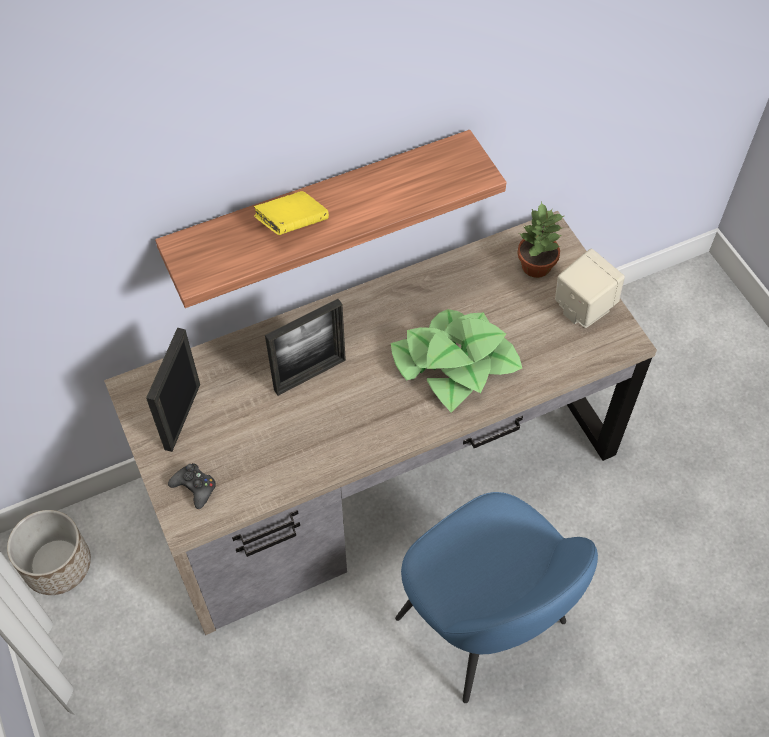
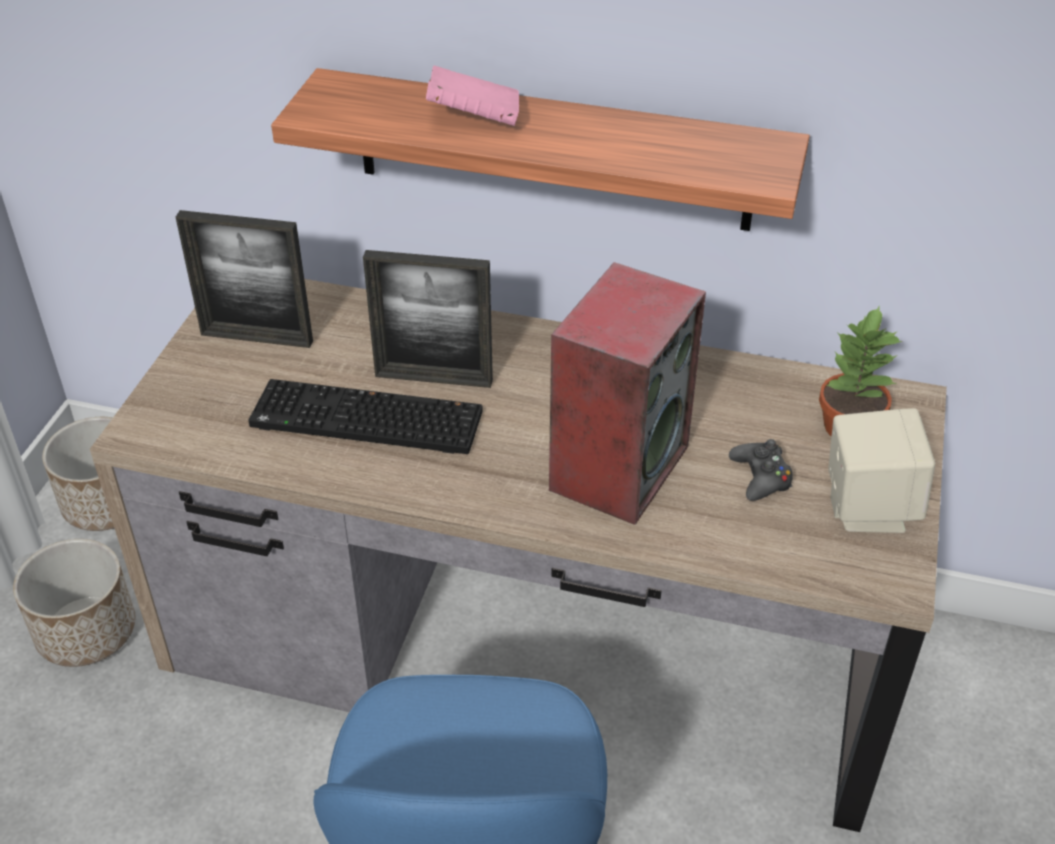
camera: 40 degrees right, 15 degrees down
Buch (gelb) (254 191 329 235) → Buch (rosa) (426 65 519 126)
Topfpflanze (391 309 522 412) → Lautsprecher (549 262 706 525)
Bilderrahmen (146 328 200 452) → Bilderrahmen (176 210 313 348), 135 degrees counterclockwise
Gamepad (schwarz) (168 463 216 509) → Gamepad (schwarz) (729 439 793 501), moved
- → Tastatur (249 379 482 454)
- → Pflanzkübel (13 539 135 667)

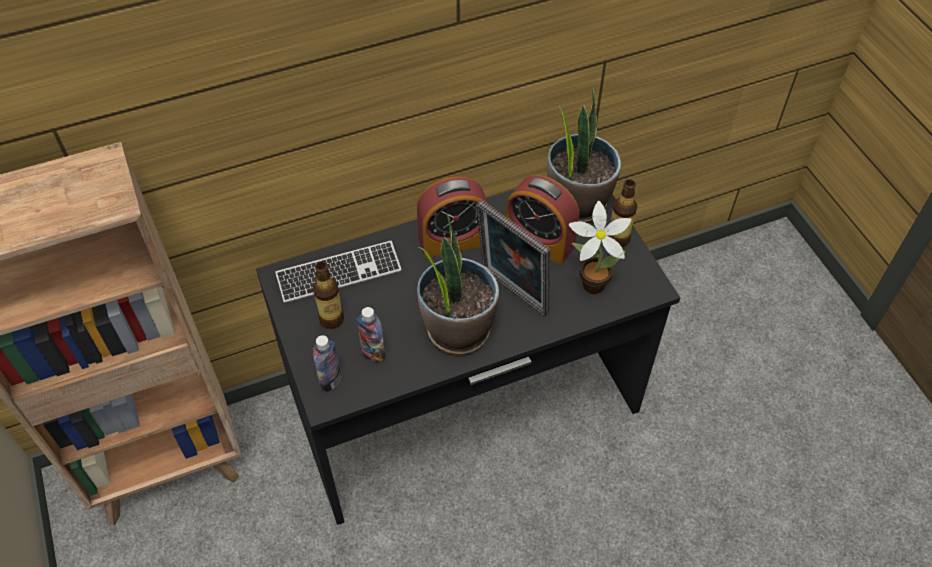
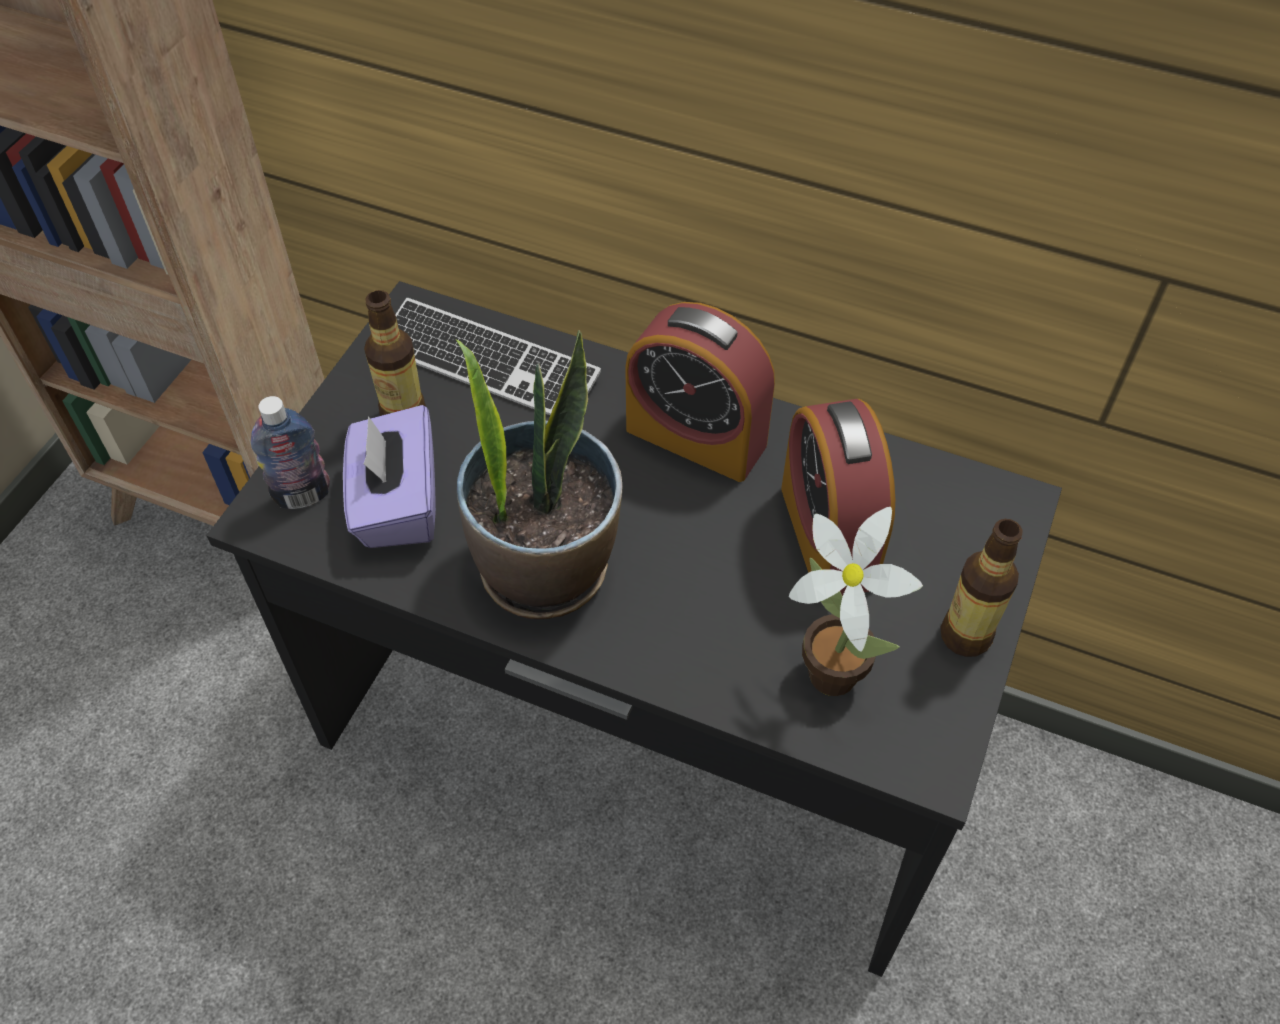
camera: 45 degrees right, 0 degrees up
Topfpflanze (547 87 621 223) → -
Bilderrahmen (477 200 550 316) → -
Flasche (357 307 386 362) → Taschentuchbox (lila) (343 405 436 548)

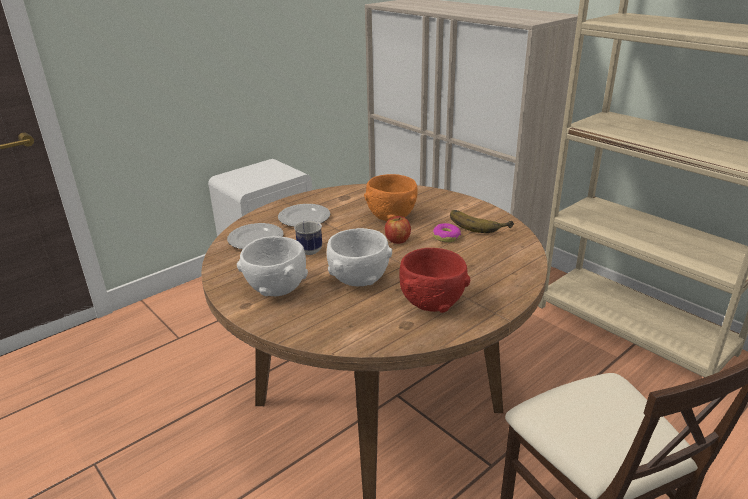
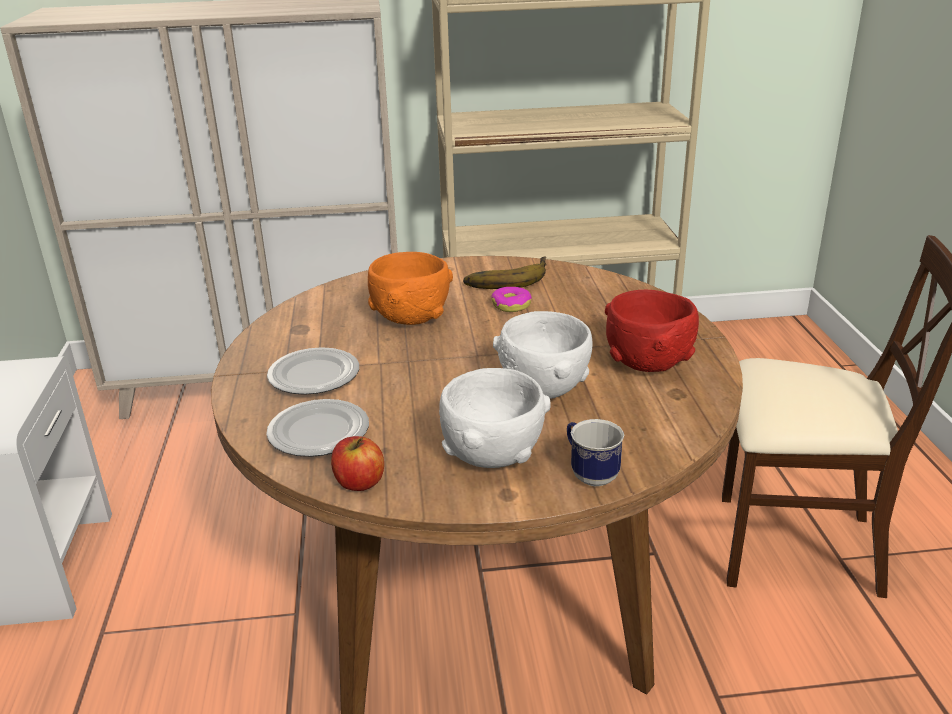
camera: 55 degrees left, 0 degrees up
Apfel (385 216 411 244) → Apfel (331 436 384 491), moved
Henkelbecher (294 220 322 255) → Henkelbecher (567 419 624 486), moved

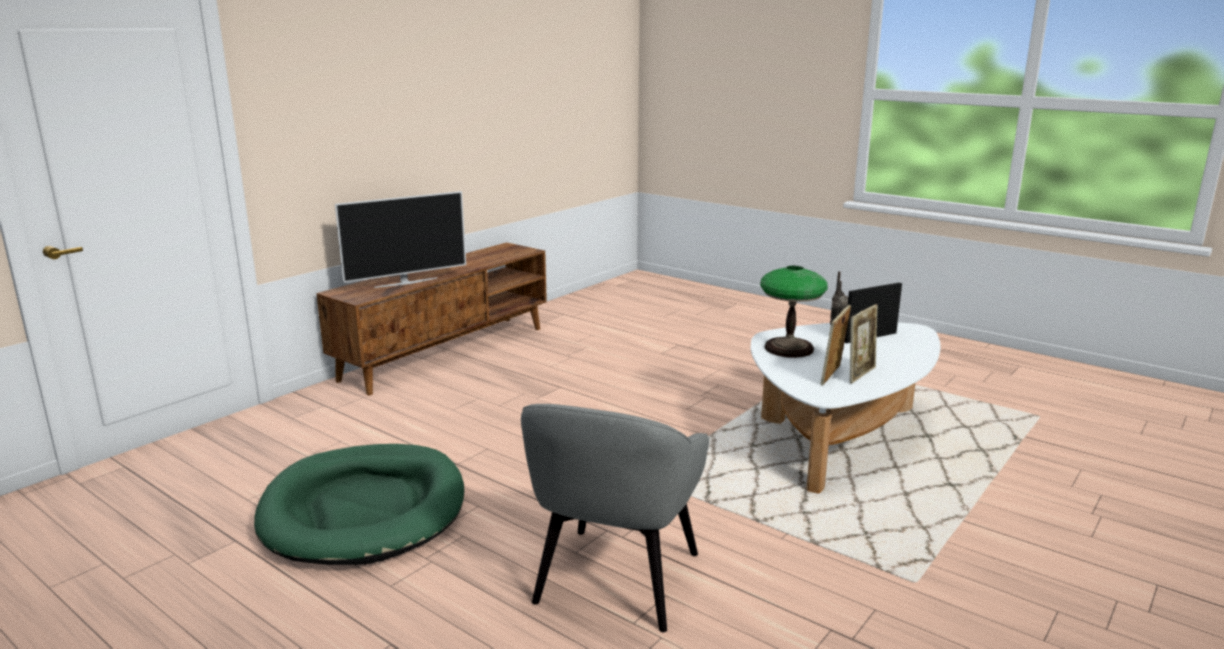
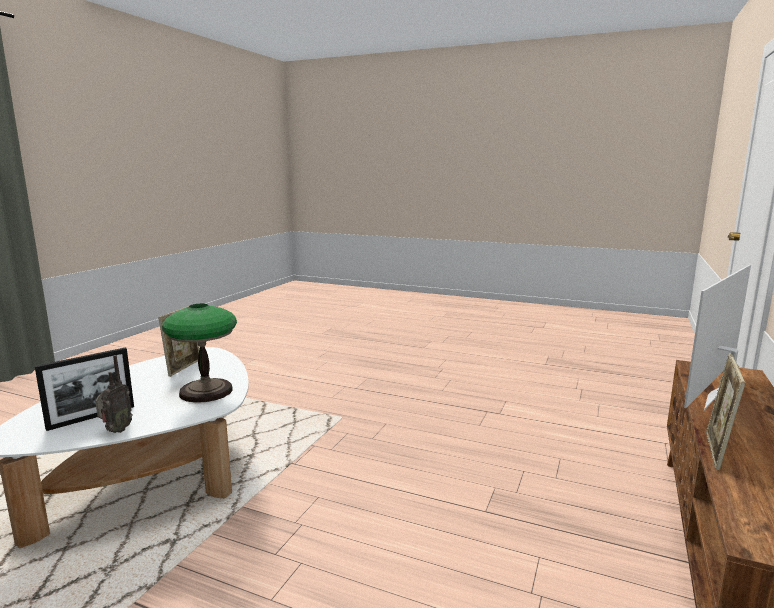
camera: 165 degrees right, 5 degrees down
Bilderrahmen (850 304 878 384) → Bilderrahmen (706 354 746 470), moved
Sessel (grau) (521 404 709 632) → -
Hundebett (grün) (254 444 464 565) → -

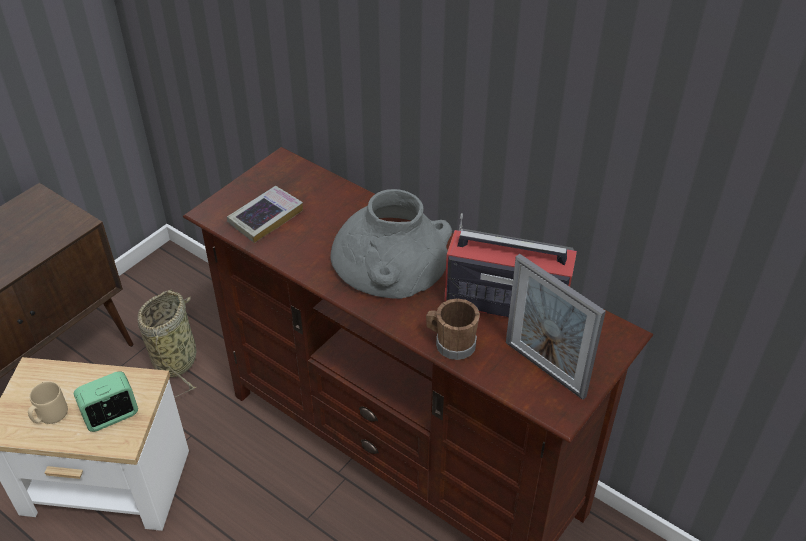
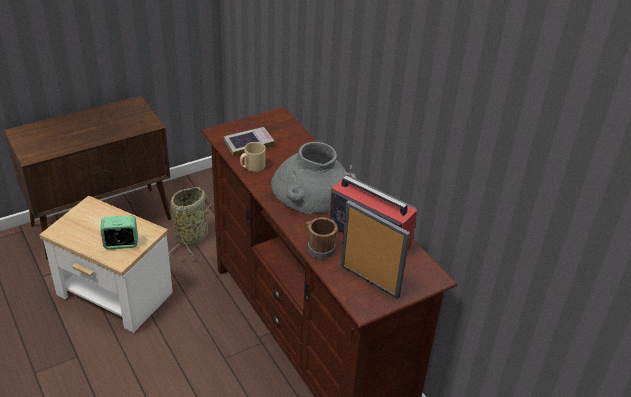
camera: 20 degrees right, 5 degrees down
Bilderrahmen (506 254 606 400) → Bilderrahmen (341 200 410 299), 150 degrees clockwise
Henkelbecher (beige) (28 381 68 424) → Henkelbecher (beige) (240 142 266 172), moved

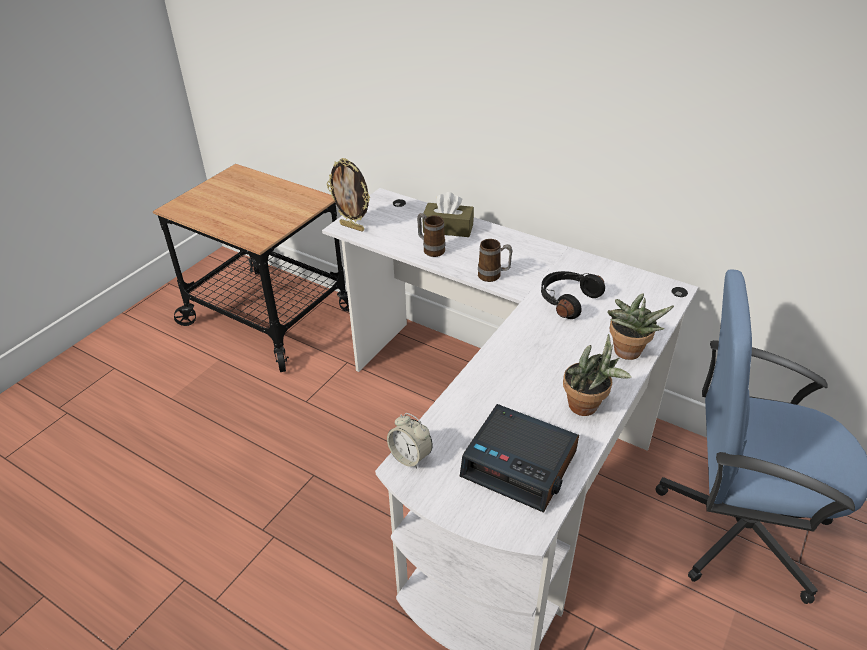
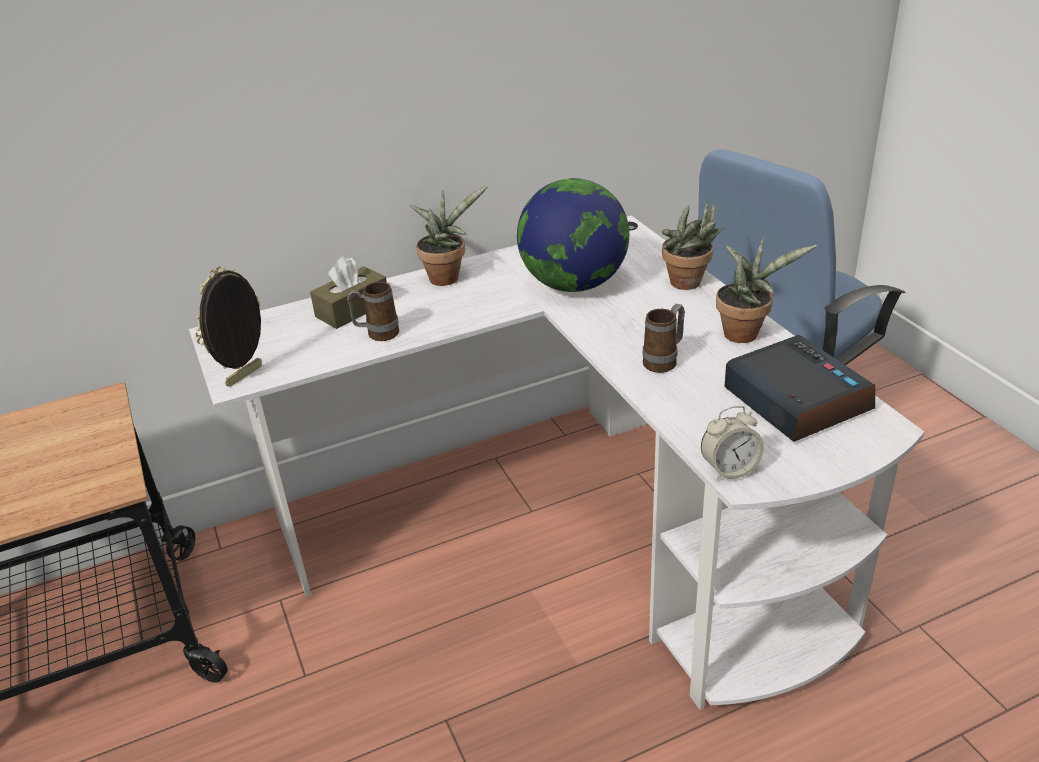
camera: 55 degrees left, 5 degrees down
Bilderrahmen (327 158 370 232) → Bilderrahmen (195 266 262 387), 150 degrees clockwise
Henkelbecher (478 239 512 282) → Henkelbecher (643 304 685 373), moved
Kopfhörer (schwarz) (541 271 605 319) → Globus (517 178 629 292)
Wecker (460 404 579 513) → Wecker (724 335 875 442), 90 degrees counterclockwise
- → Topfpflanze (409 185 488 286)

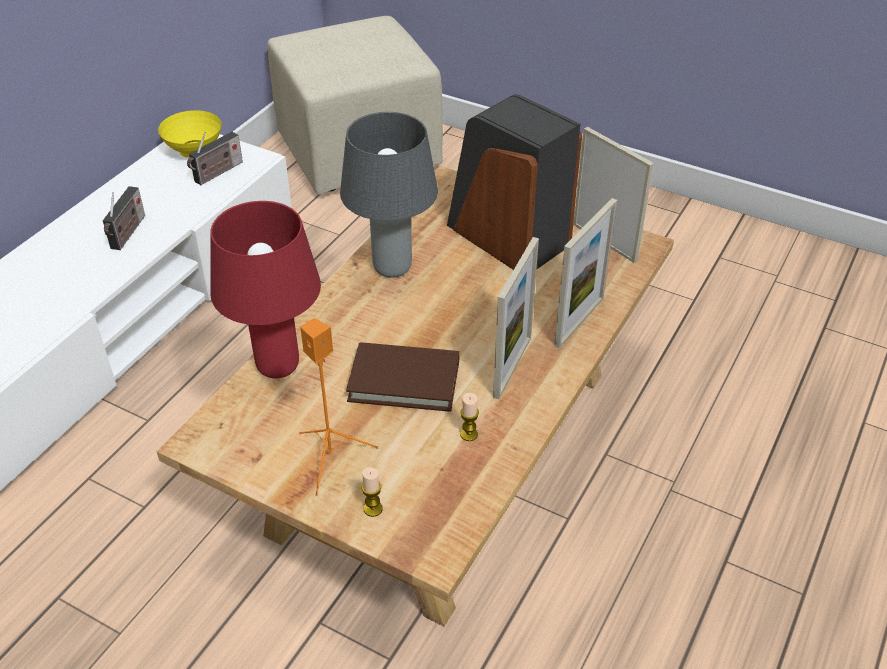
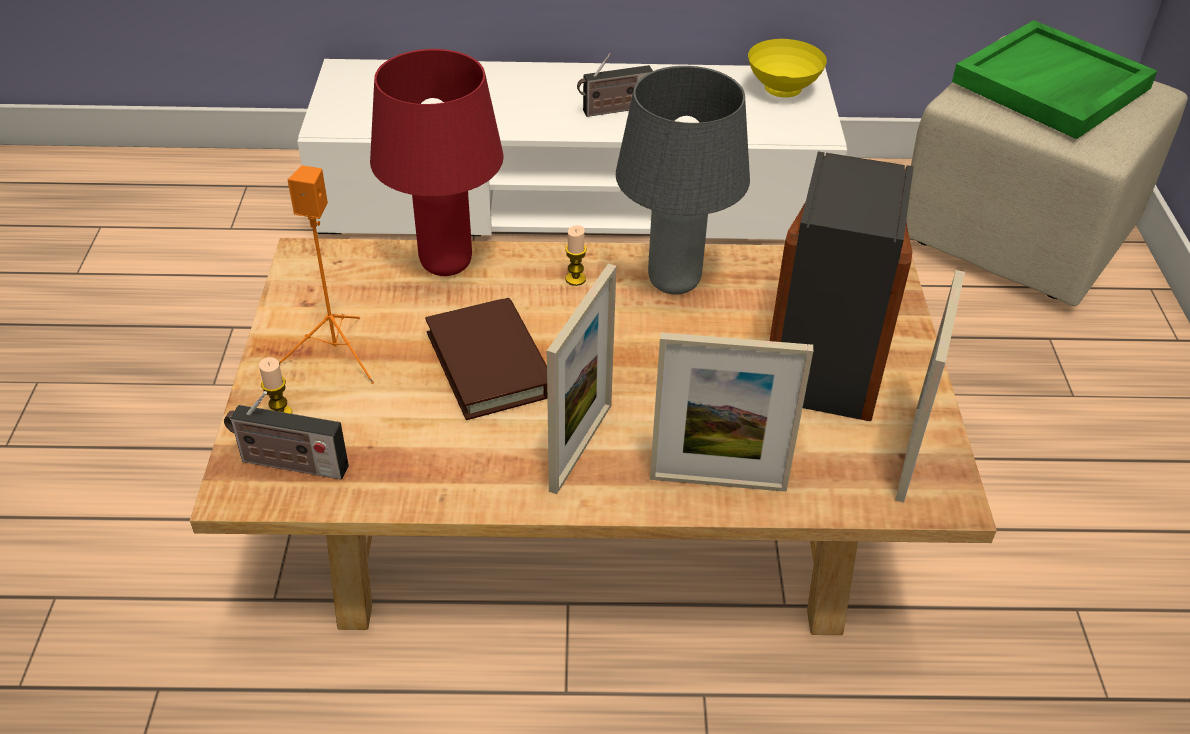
camera: 60 degrees right, 0 degrees up
Radio (187 132 243 185) → Radio (224 391 349 480), moved
Bilderrahmen (493 237 539 399) → Bilderrahmen (547 264 616 494), 60 degrees counterclockwise
Kerze (460 393 479 441) → Kerze (565 225 587 286), moved
- → Tablett (grün) (952 20 1157 139)

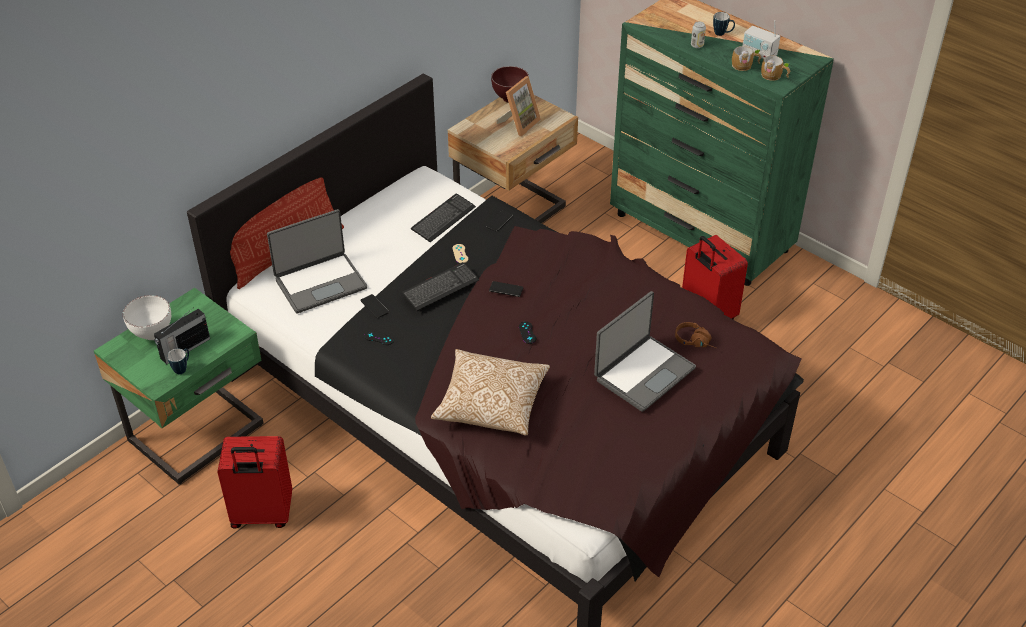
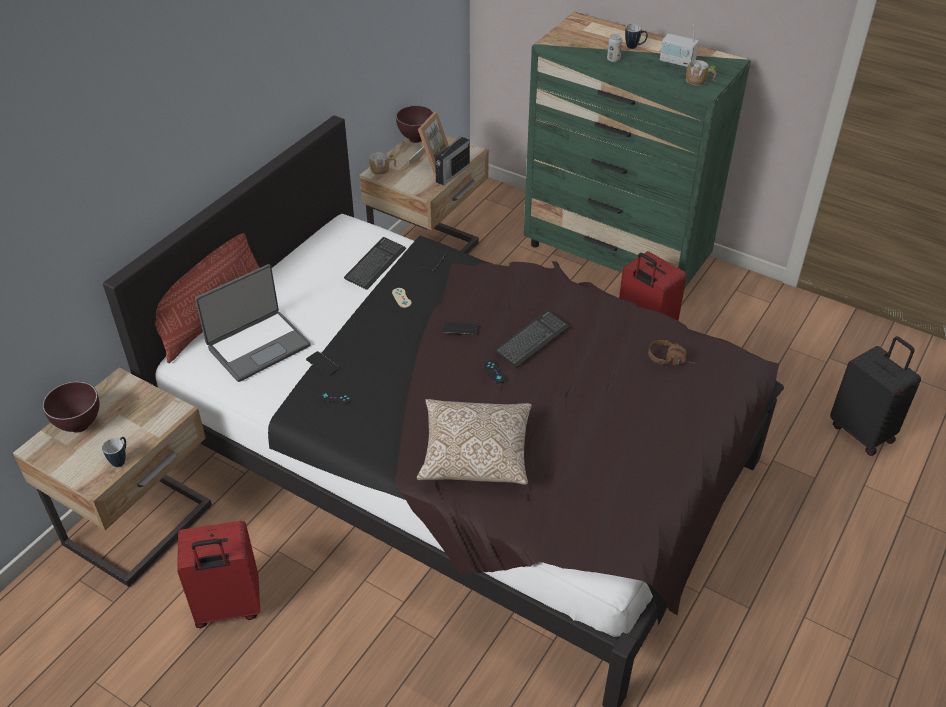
camera: 10 degrees left, 0 degrees up
Henkelbecher (732 46 761 71) → Henkelbecher (370 152 396 175), moved
Tastatur (402 262 479 311) → Tastatur (495 310 570 368), moved
Nachttisch (grün) (94 288 264 484) → Nachttisch (beige) (13 368 212 587)
Laptop (594 291 696 412) → -
Schüssel (weiß) (123 295 171 340) → Schüssel (braun) (42 381 100 433)
Radio (154 309 210 365) → Radio (435 133 470 185), moved
- → Koffer (schwarz) (830 336 921 456)

